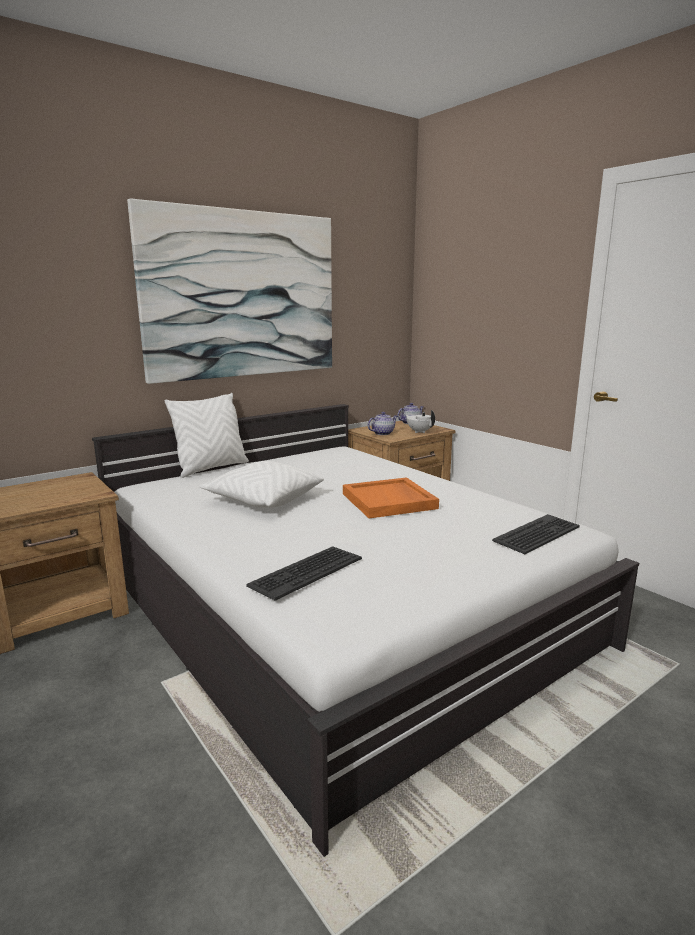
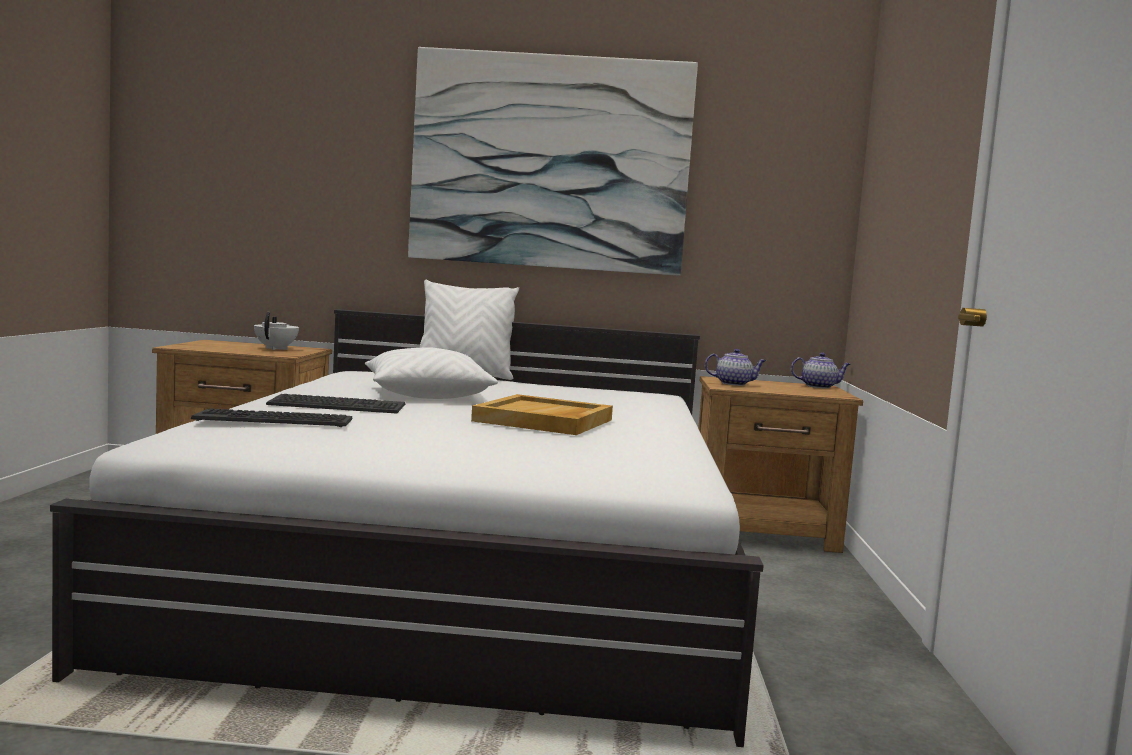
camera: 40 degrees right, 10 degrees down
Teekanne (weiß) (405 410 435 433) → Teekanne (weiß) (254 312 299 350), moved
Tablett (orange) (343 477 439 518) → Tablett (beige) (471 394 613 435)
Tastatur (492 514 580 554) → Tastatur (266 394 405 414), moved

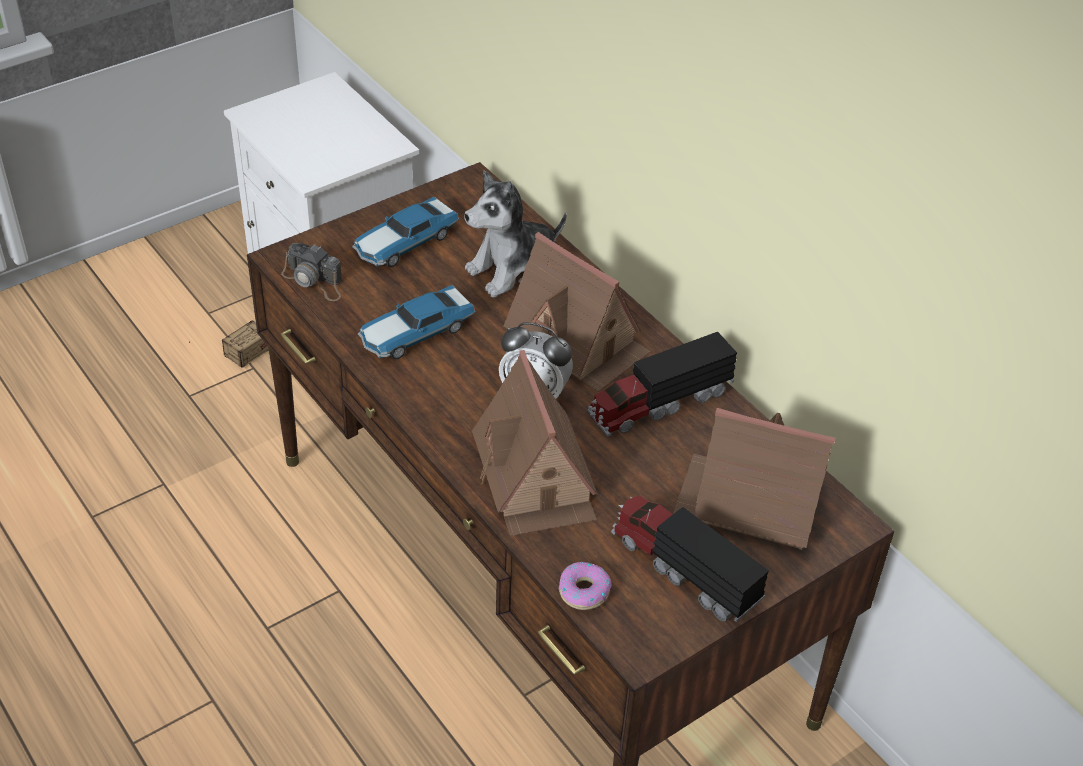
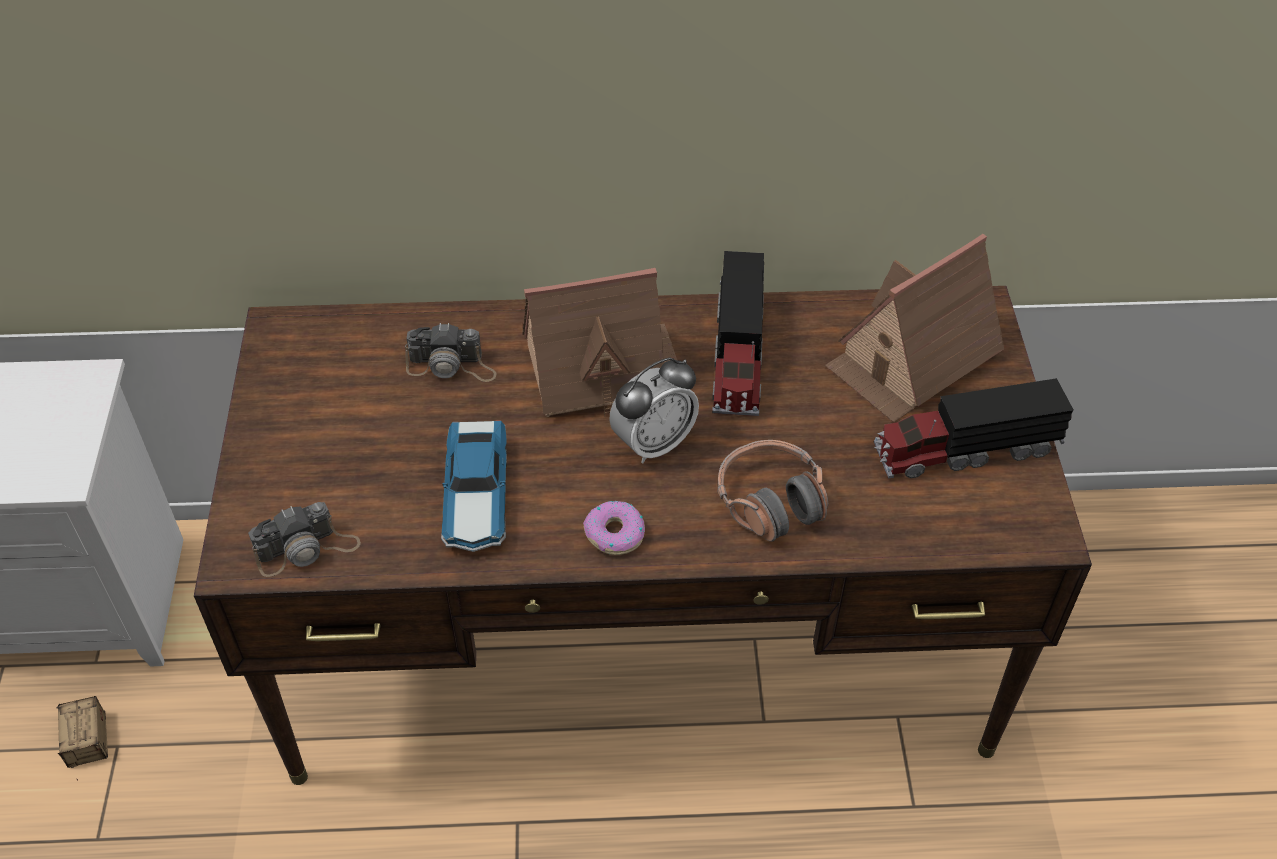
camera: 55 degrees left, 5 degrees up
Plüschtier (464 171 567 298) → Kamera (405 323 497 382)
Spielzeugauto (352 197 459 267) → -
Spielzeughaus (472 350 598 536) → Kopfhörer (717 440 828 542)
Donut (559 562 611 610) → Donut (583 501 645 555), moved

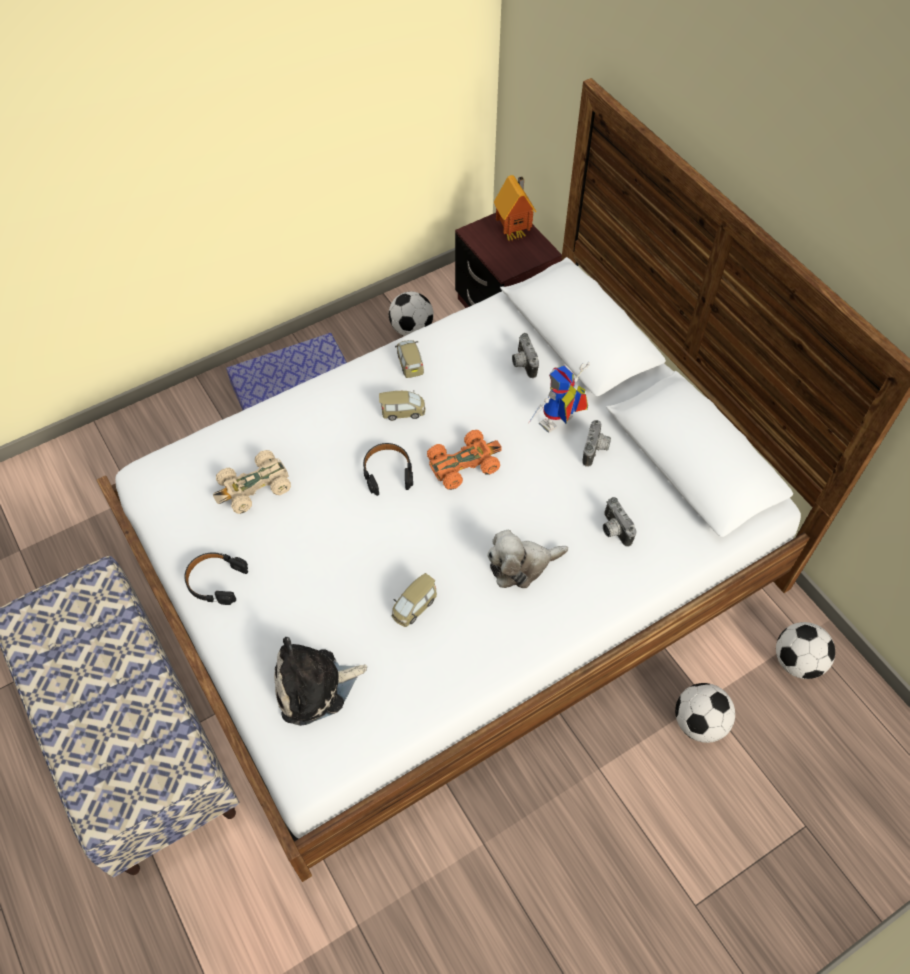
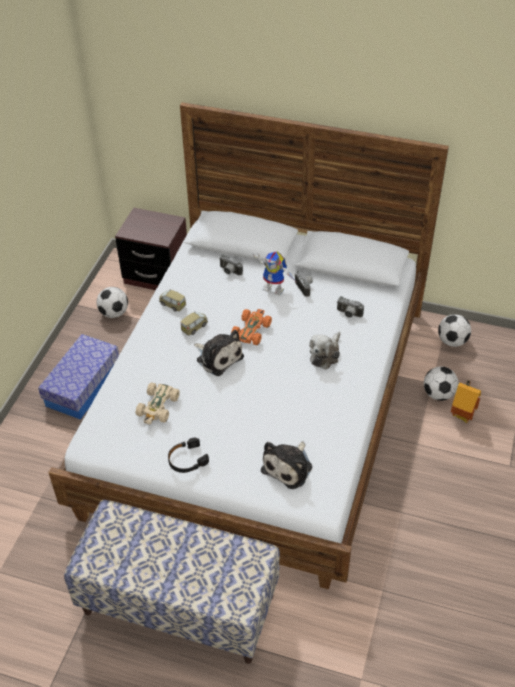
camera: 40 degrees left, 10 degrees down
Spielzeughaus (494 175 536 241) → Spielzeughaus (451 380 481 423), moved
Spielzeugroboter (528 362 590 433) → Spielzeugroboter (253 251 296 296), 75 degrees counterclockwise
Kopfhörer (schwarz) (363 443 413 496) → Plüschtier (194 330 244 376)
Spielzeugauto (392 573 437 627) → -

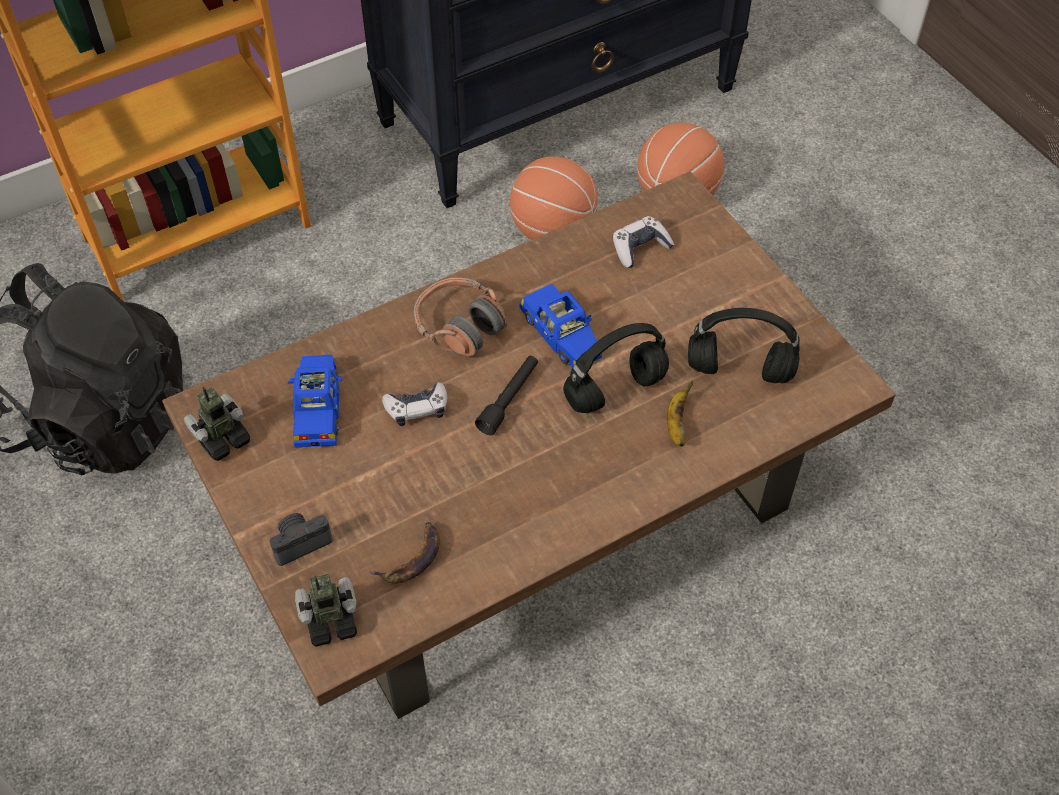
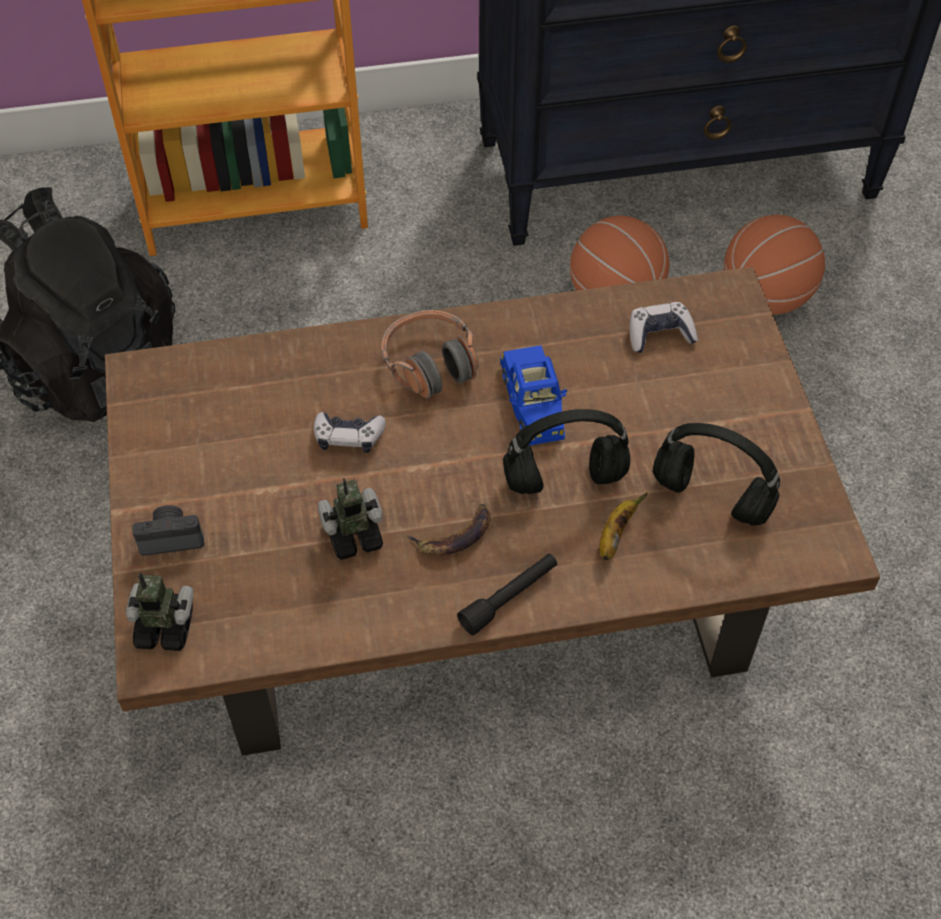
camera: 20 degrees right, 0 degrees up
Spielzeugauto (blau) (288 354 342 448) → -
Taschenlampe (schwarz) (475 356 538 435) → Taschenlampe (schwarz) (457 554 557 635), moved
Spielzeugroboter (184 387 250 461) → Spielzeugroboter (317 478 383 560), moved
Banane (369 522 440 584) → Banane (406 504 491 555), moved

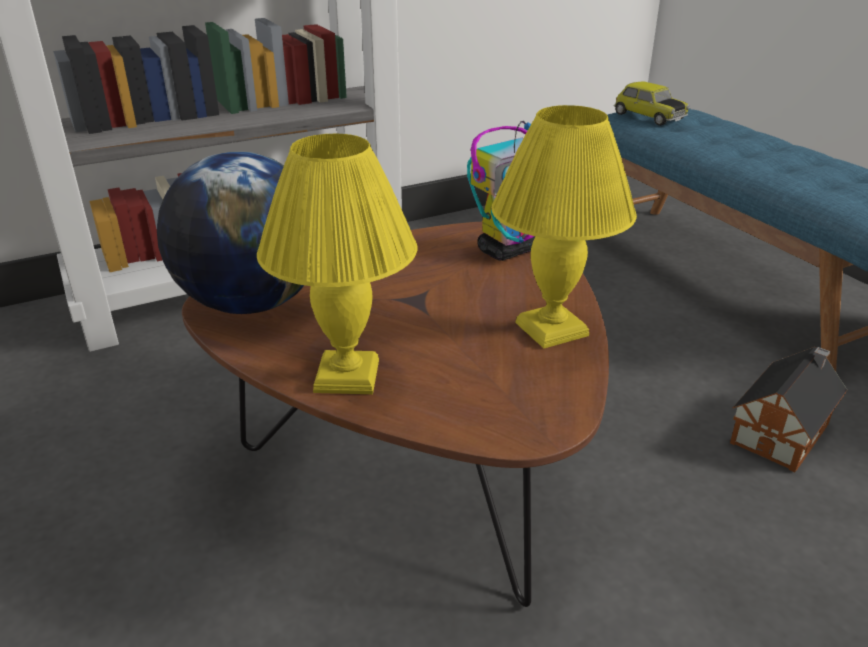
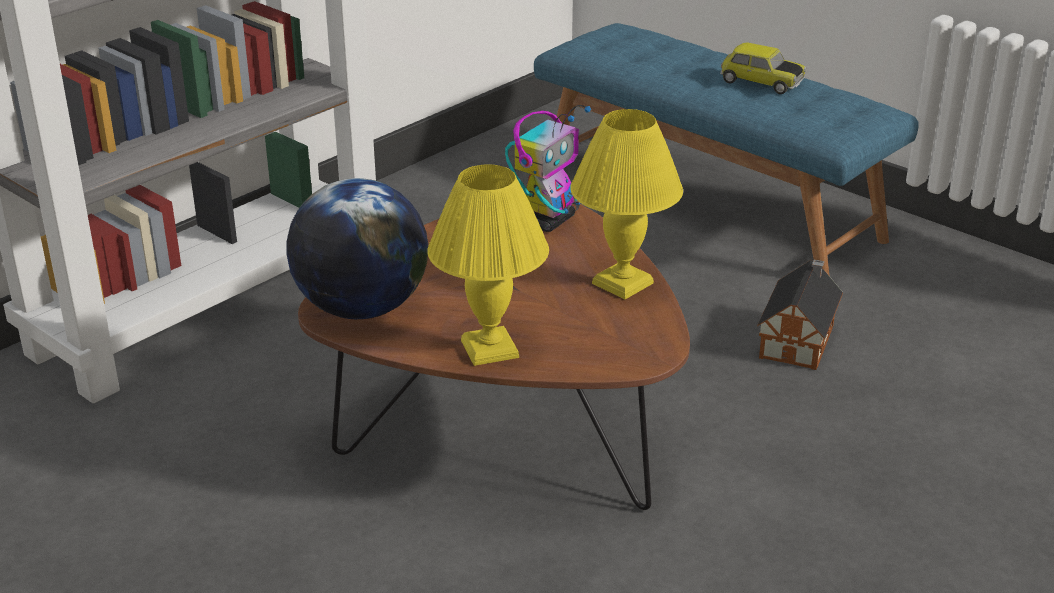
camera: 20 degrees left, 0 degrees up
Spielzeugauto (614 81 690 126) → Spielzeugauto (720 43 807 94), moved

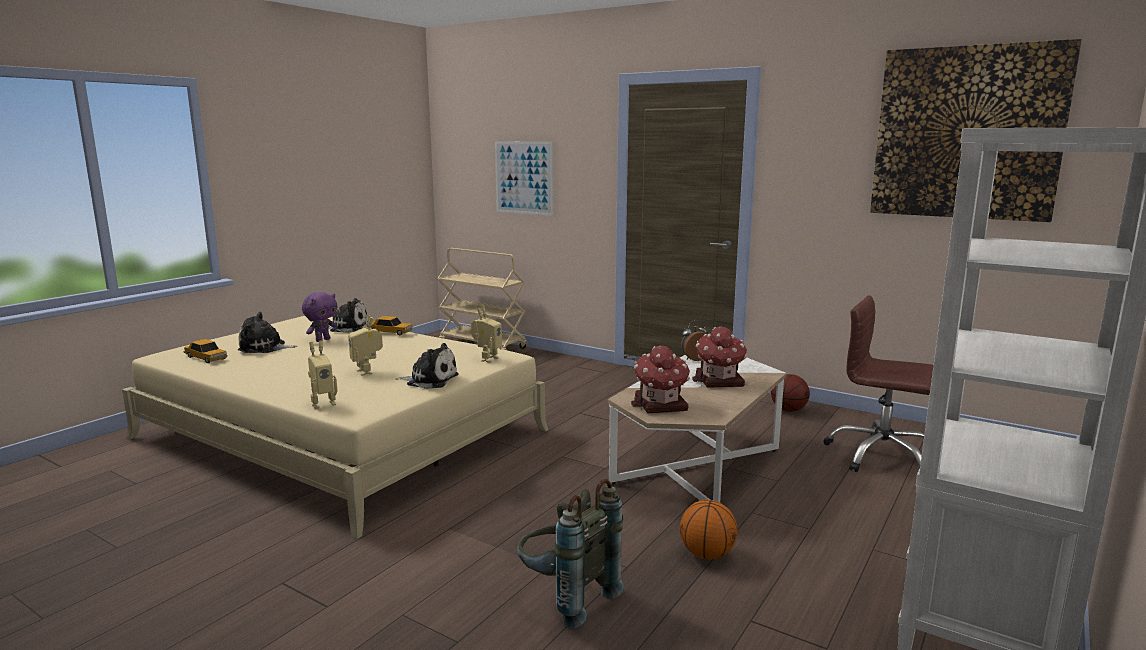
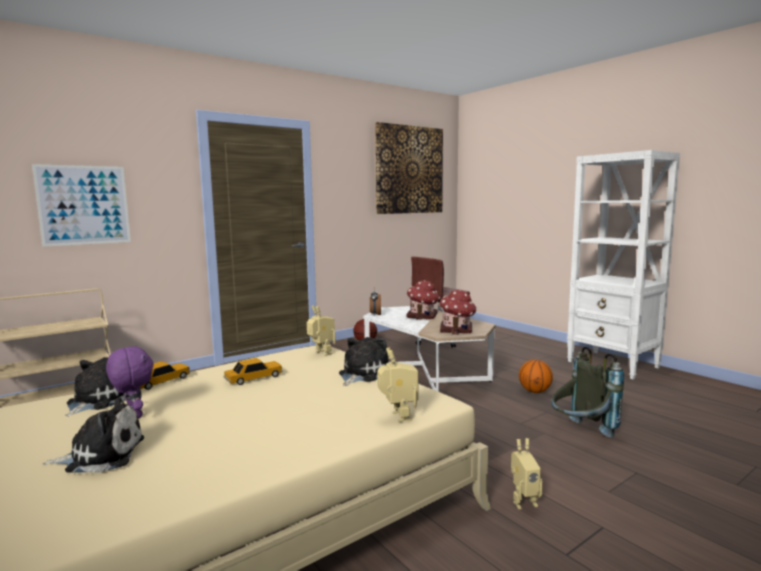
camera: 70 degrees left, 5 degrees down
Plüschtier (238 312 297 353) → Plüschtier (43 397 144 473), 120 degrees counterclockwise
Spielzeugroboter (348 315 383 376) → Spielzeugroboter (511 438 543 509), moved
Spielzeugauto (184 339 228 363) → Spielzeugauto (224 358 282 385), moved

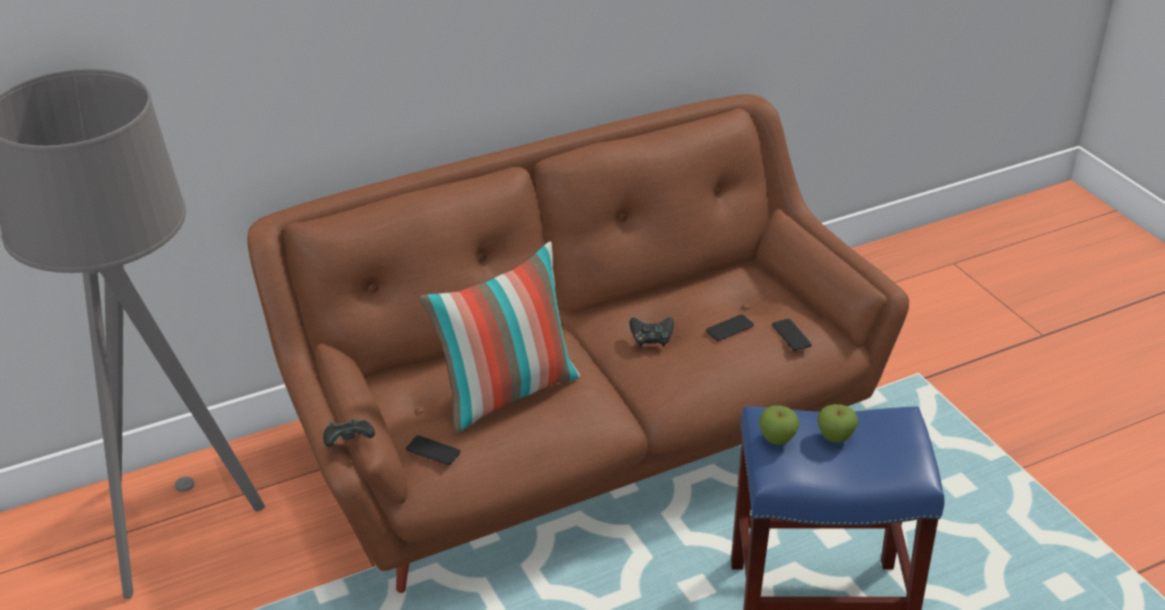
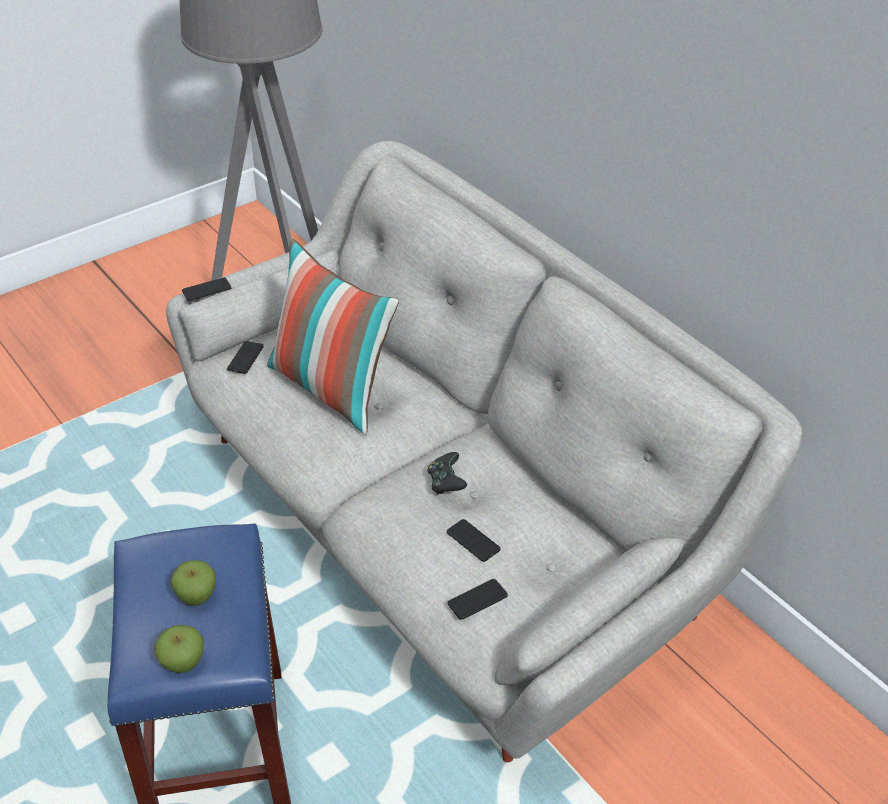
camera: 80 degrees right, 5 degrees up
Sofa (braun) (247 94 909 593) → Sofa (grau) (166 141 802 763)
Apfel (759 405 800 445) → Apfel (154 625 204 673), moved
Gamepad (schwarz) (323 419 375 447) → Handy (182 277 231 301)

